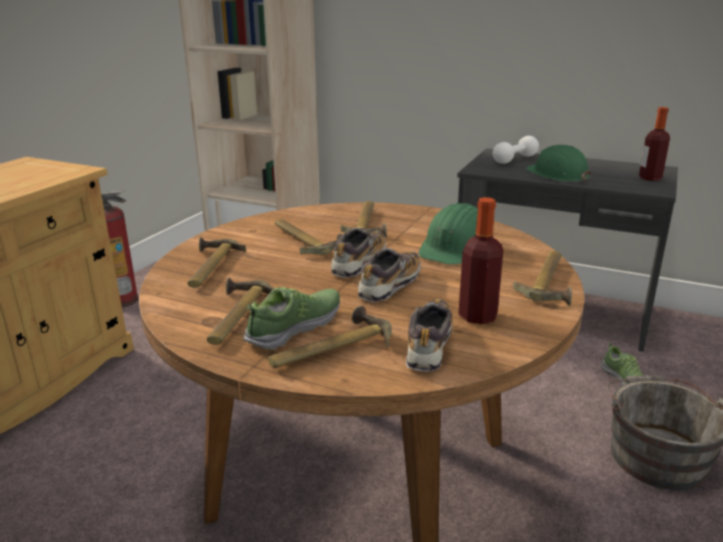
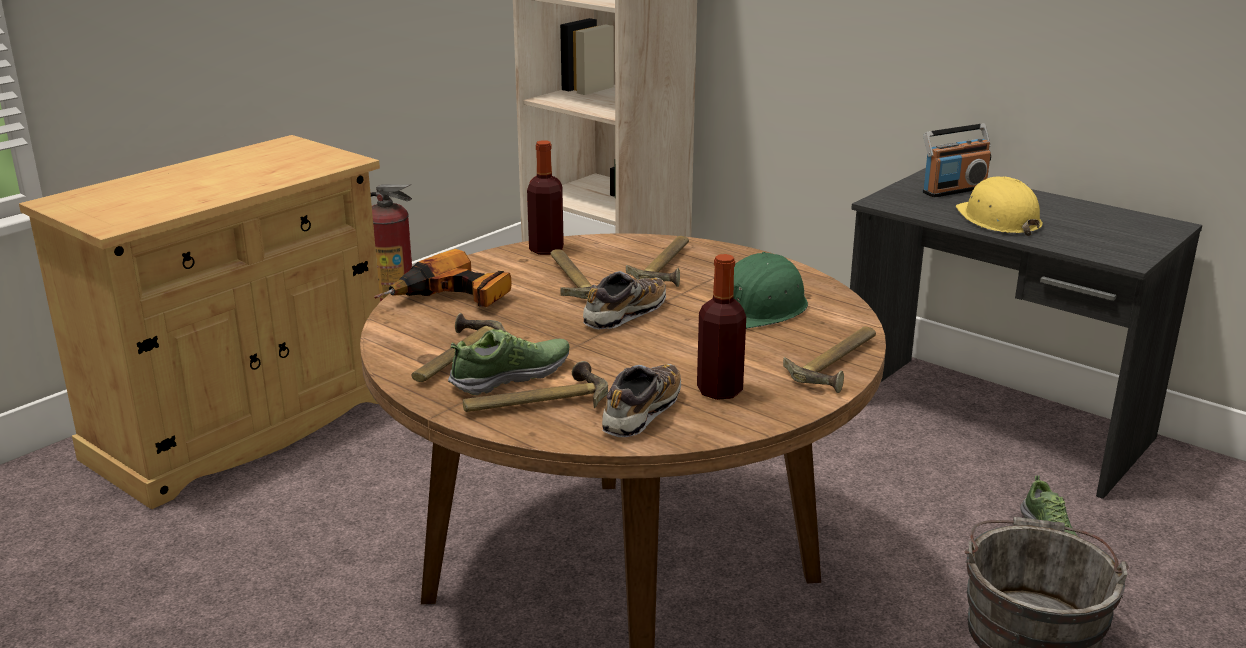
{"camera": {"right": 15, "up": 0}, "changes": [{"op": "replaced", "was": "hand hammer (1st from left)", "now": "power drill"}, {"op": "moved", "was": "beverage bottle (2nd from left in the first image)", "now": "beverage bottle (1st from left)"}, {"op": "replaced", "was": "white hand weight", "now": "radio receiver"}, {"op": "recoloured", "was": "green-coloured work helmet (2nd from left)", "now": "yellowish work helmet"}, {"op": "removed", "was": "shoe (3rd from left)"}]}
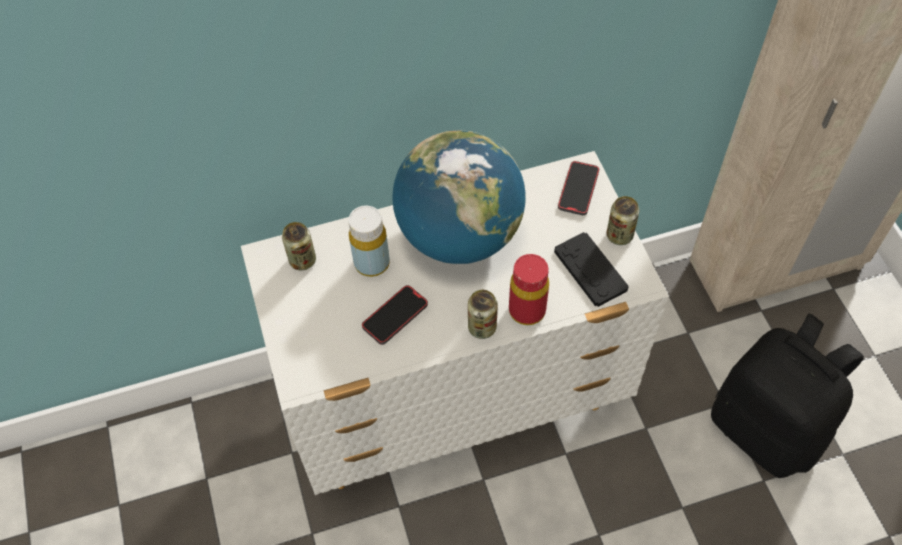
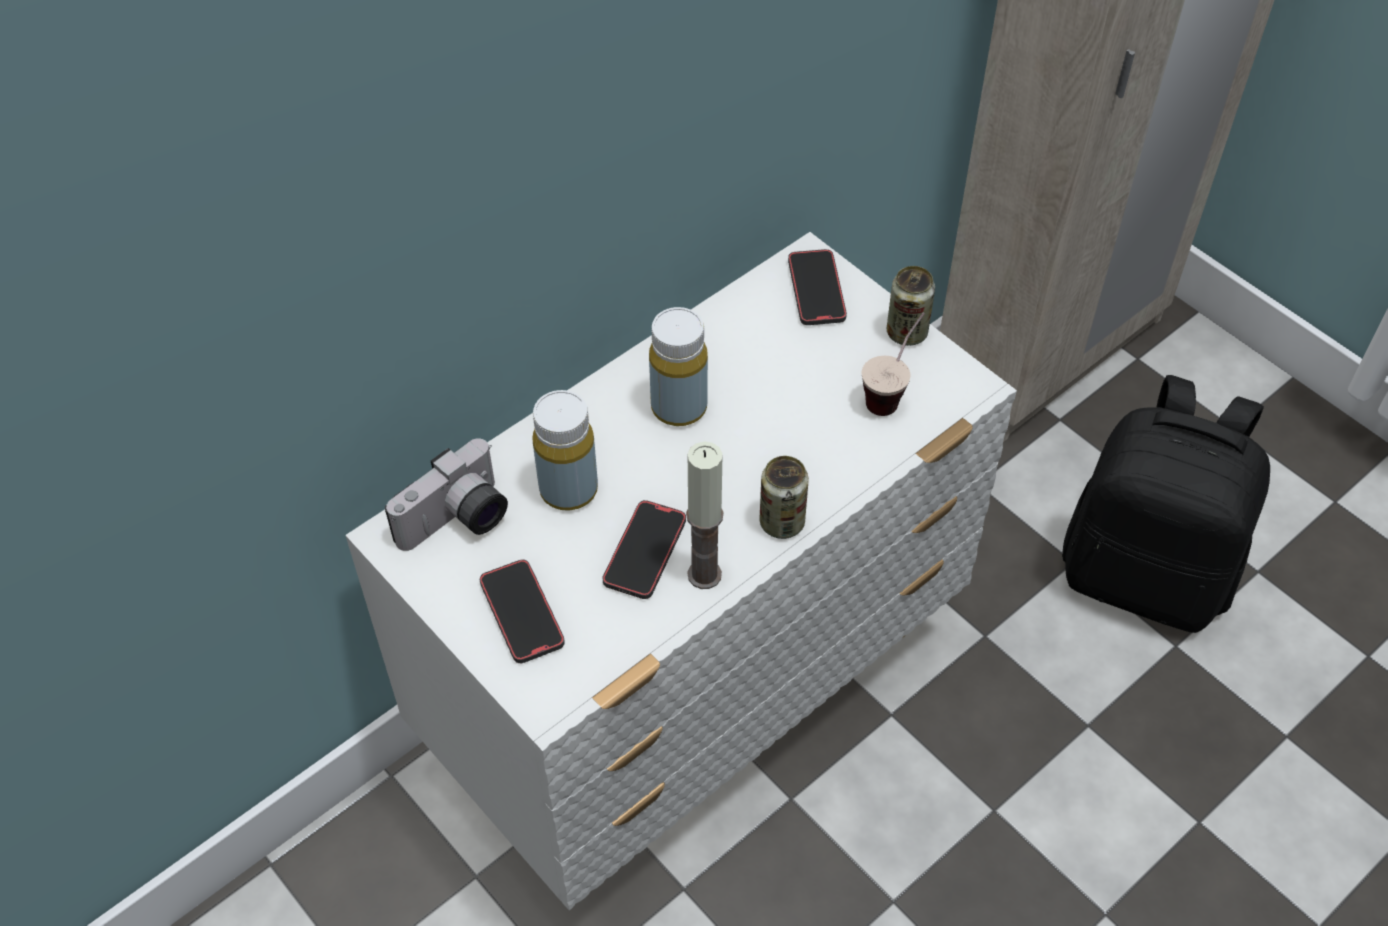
{"camera": {"right": -25, "up": -5}, "changes": [{"op": "replaced", "was": "sealed can (1st from left)", "now": "photo camera"}, {"op": "added", "now": "handset (1st from left)"}, {"op": "replaced", "was": "globe", "now": "yellowish beverage bottle (2nd from left)"}, {"op": "added", "now": "wax candle"}, {"op": "replaced", "was": "black-coloured joypad", "now": "small cup"}, {"op": "removed", "was": "red beverage bottle"}]}
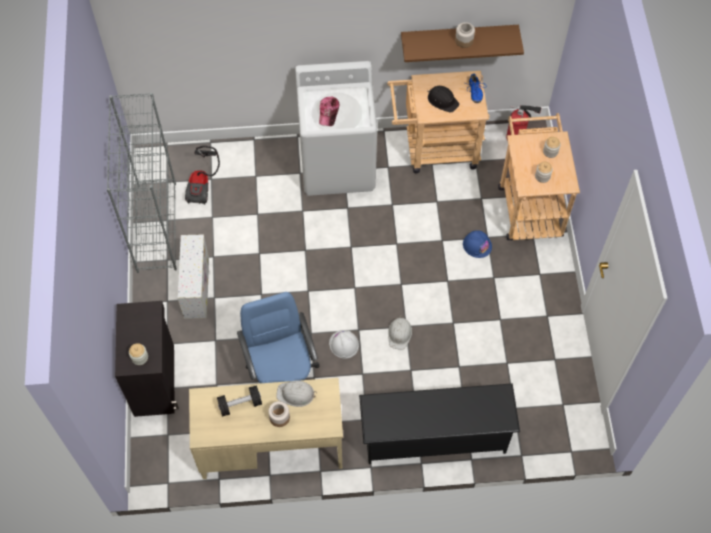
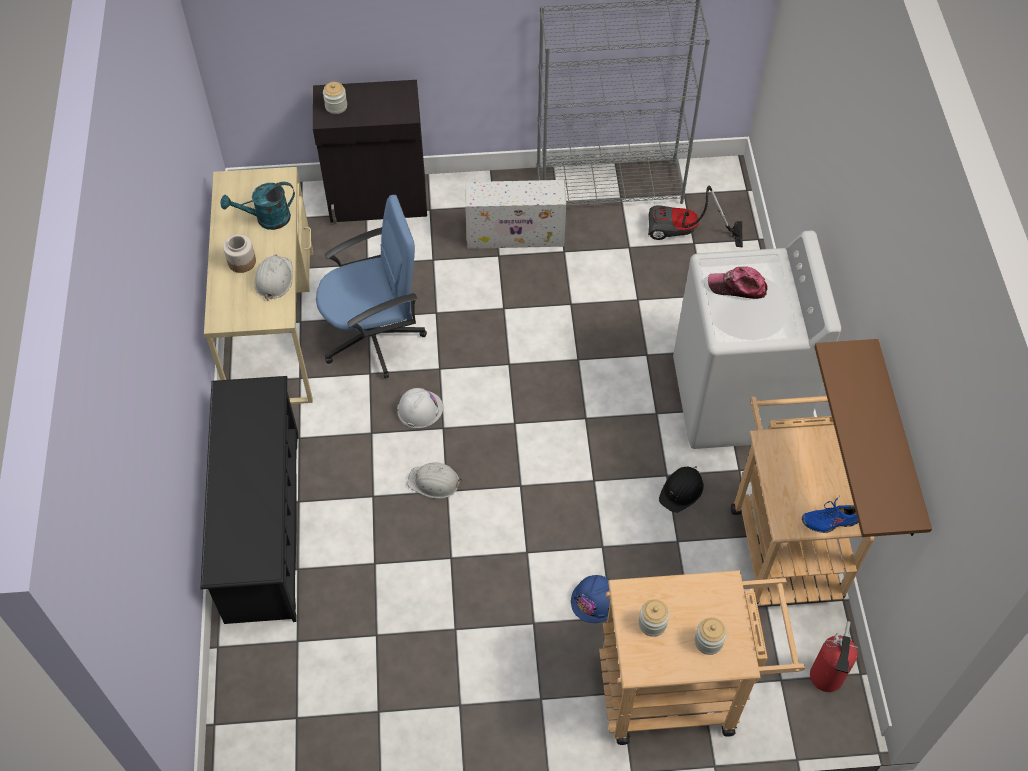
{"camera": {"right": 90, "up": -5}, "changes": [{"op": "replaced", "was": "black-coloured hand weight", "now": "turquoise-coloured sprinkling can"}, {"op": "moved", "was": "black-coloured work helmet"}, {"op": "removed", "was": "preserve jar (3rd from left)"}]}
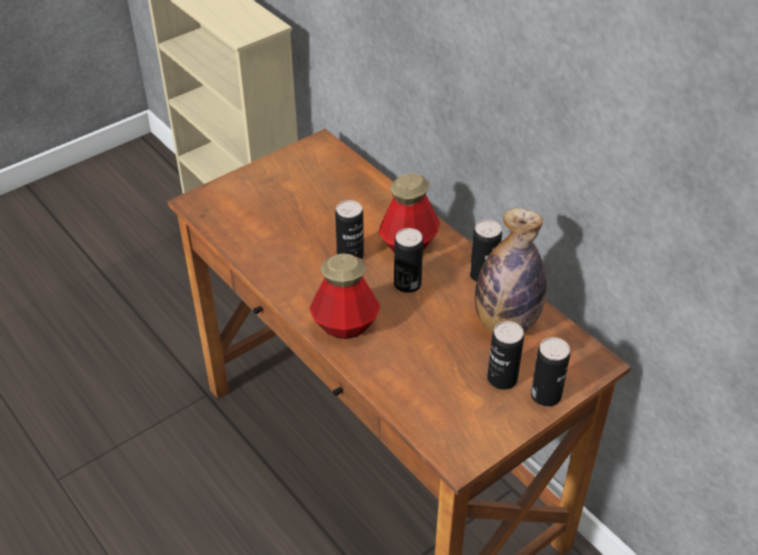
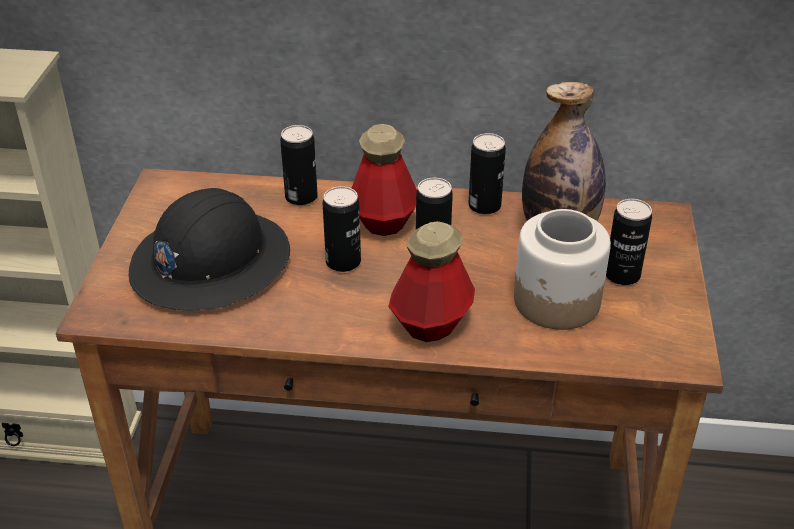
{"camera": {"right": -45, "up": -5}, "changes": [{"op": "added", "now": "black-coloured work helmet"}, {"op": "moved", "was": "sealed can (5th from left in the first image)", "now": "sealed can (1st from left)"}, {"op": "added", "now": "preserve jar"}]}
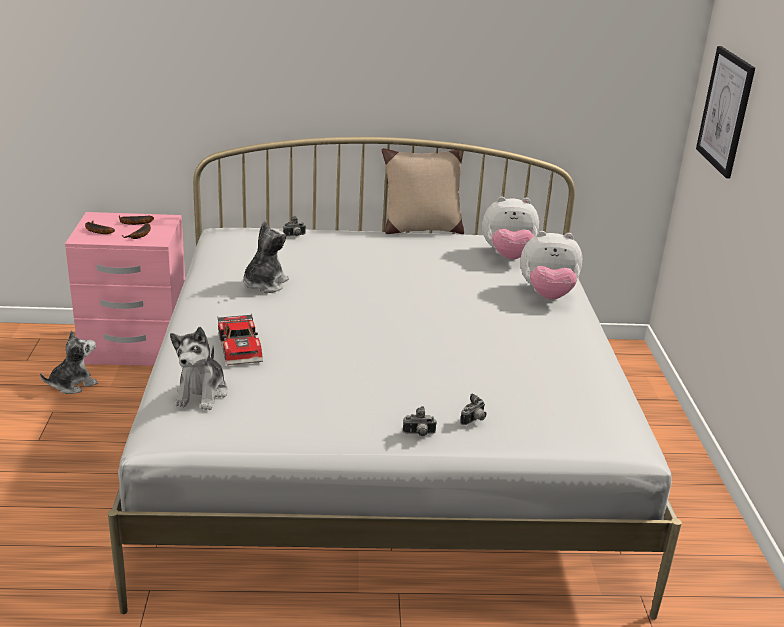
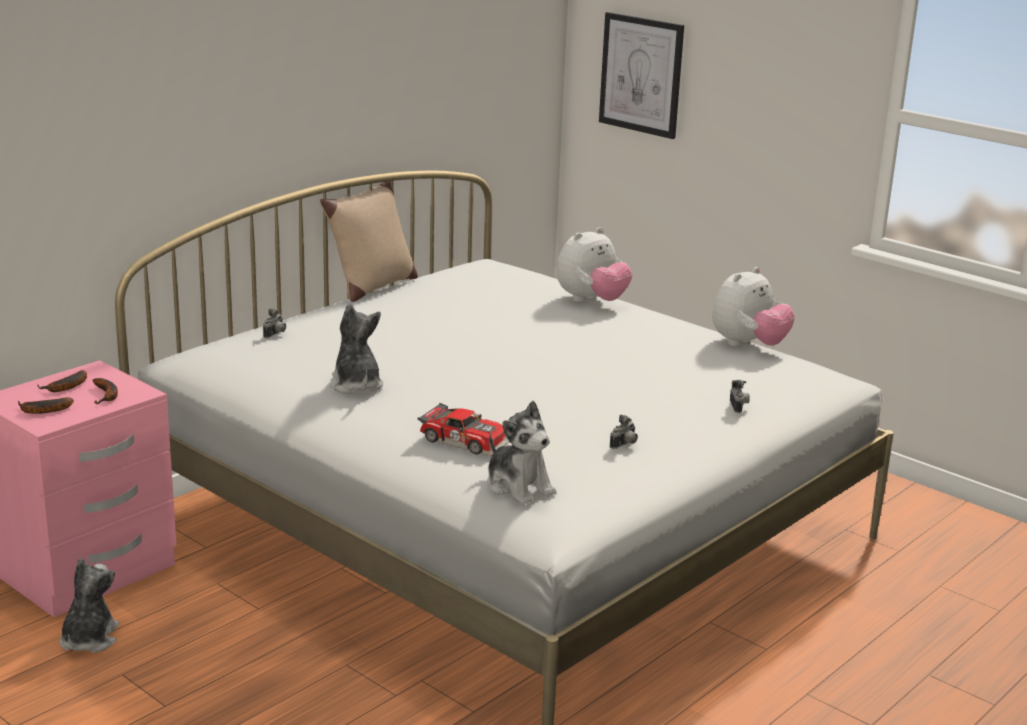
{"camera": {"right": -45, "up": -5}, "changes": [{"op": "moved", "was": "photo camera (2nd from left)"}, {"op": "moved", "was": "plush toy (4th from left in the first image)", "now": "plush toy (5th from left)"}]}
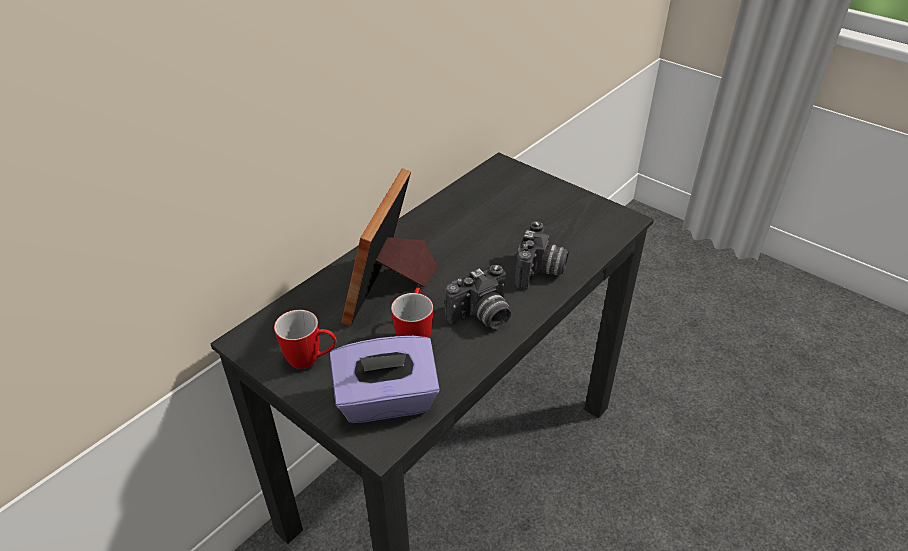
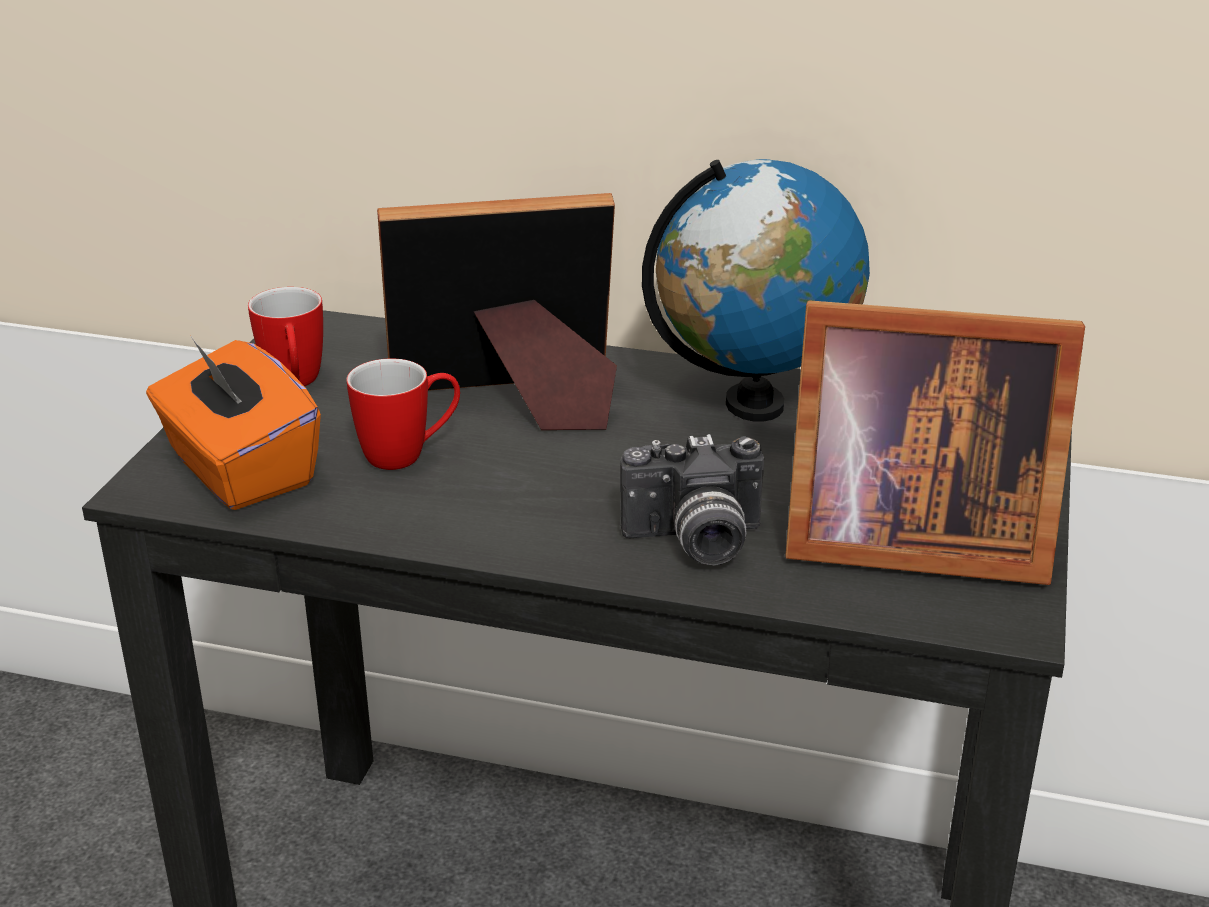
{"camera": {"right": 65, "up": -10}, "changes": [{"op": "recoloured", "was": "purple-coloured tissue holder", "now": "orange-coloured tissue holder"}, {"op": "added", "now": "globe"}, {"op": "added", "now": "photo frame (2nd from left)"}, {"op": "removed", "was": "photo camera (1st from left)"}]}
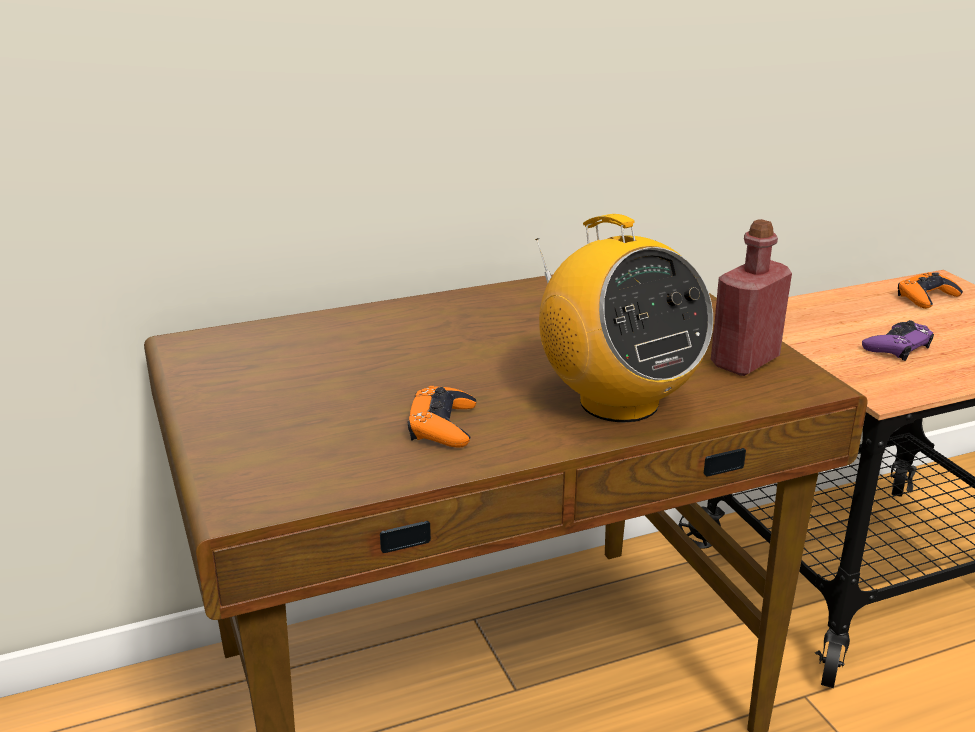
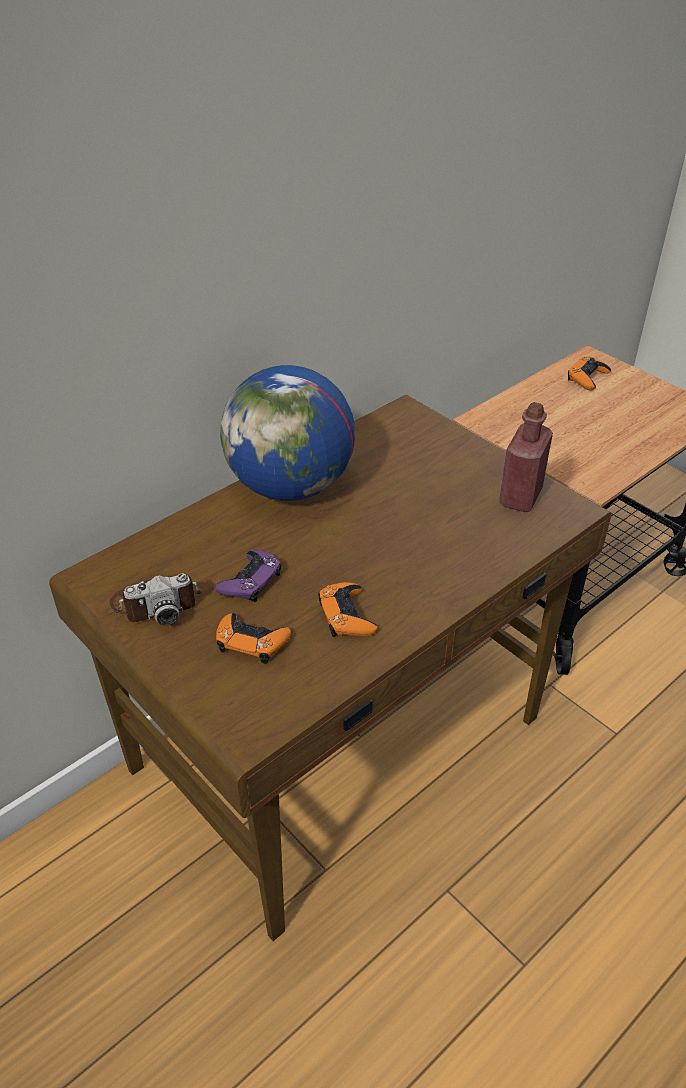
{"camera": {"right": -20, "up": 15}, "changes": [{"op": "added", "now": "photo camera"}, {"op": "moved", "was": "purple-coloured joypad"}, {"op": "added", "now": "orange-coloured joypad (1st from left)"}, {"op": "added", "now": "globe"}, {"op": "removed", "was": "radio receiver"}]}
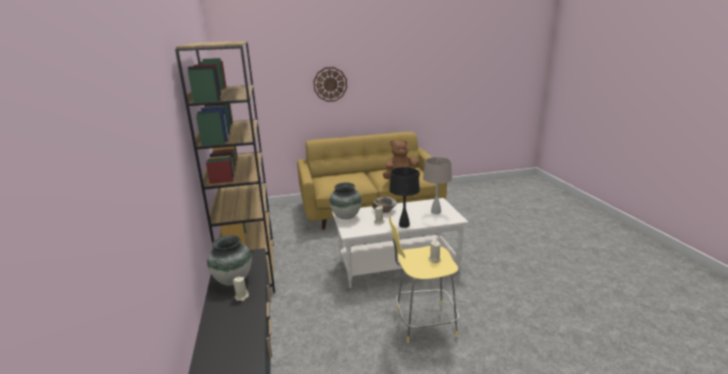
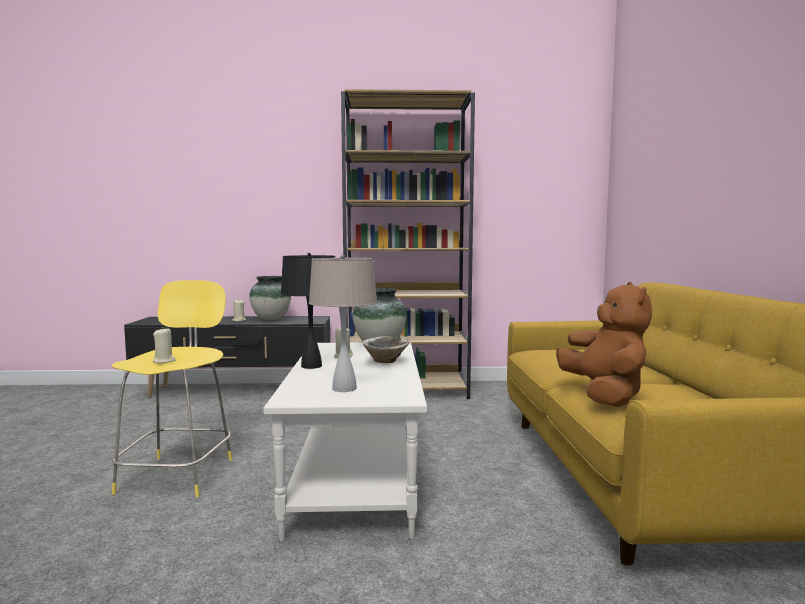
{"camera": {"right": 100, "up": -15}, "changes": [{"op": "removed", "was": "wall clock"}]}
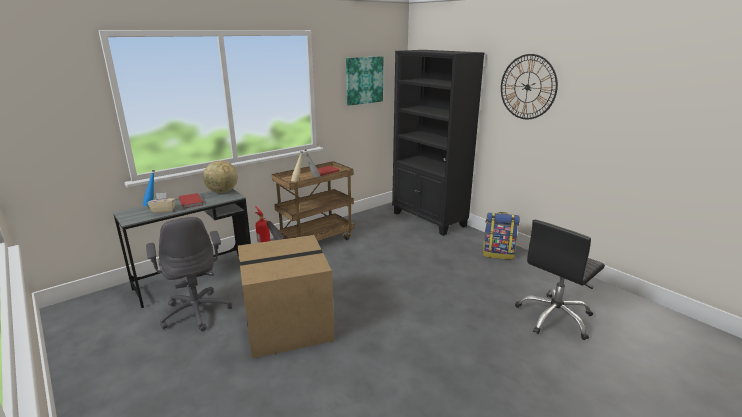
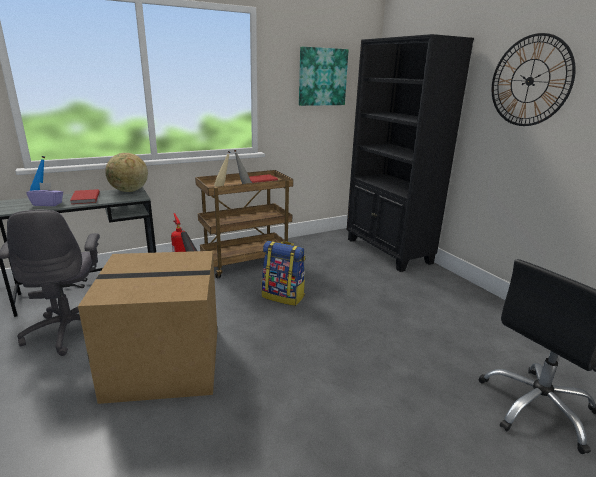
{"camera": {"right": 10, "up": 0}, "changes": [{"op": "recoloured", "was": "sand-coloured tissue holder", "now": "purple-coloured tissue holder"}, {"op": "moved", "was": "rucksack"}]}
